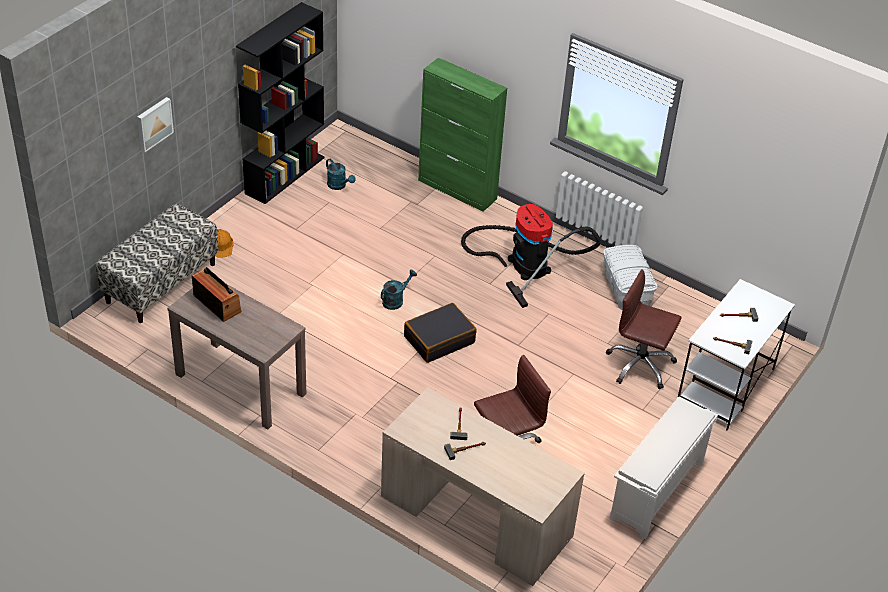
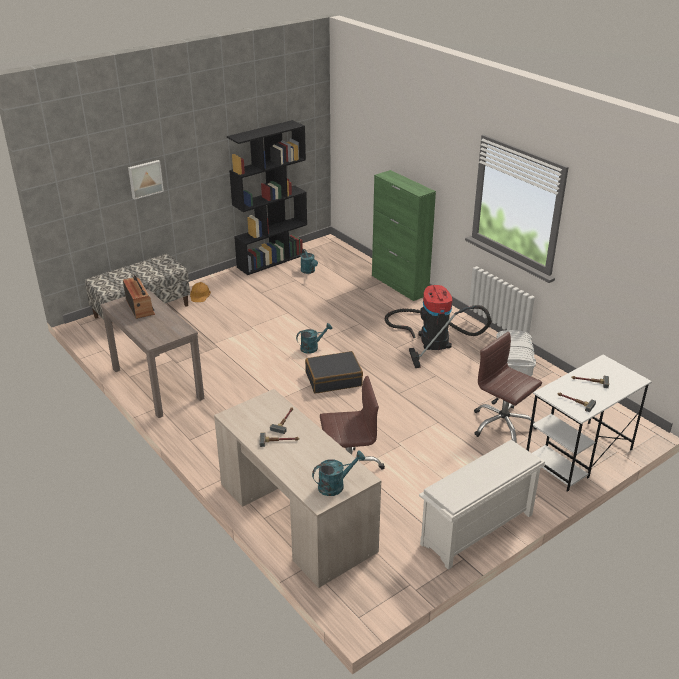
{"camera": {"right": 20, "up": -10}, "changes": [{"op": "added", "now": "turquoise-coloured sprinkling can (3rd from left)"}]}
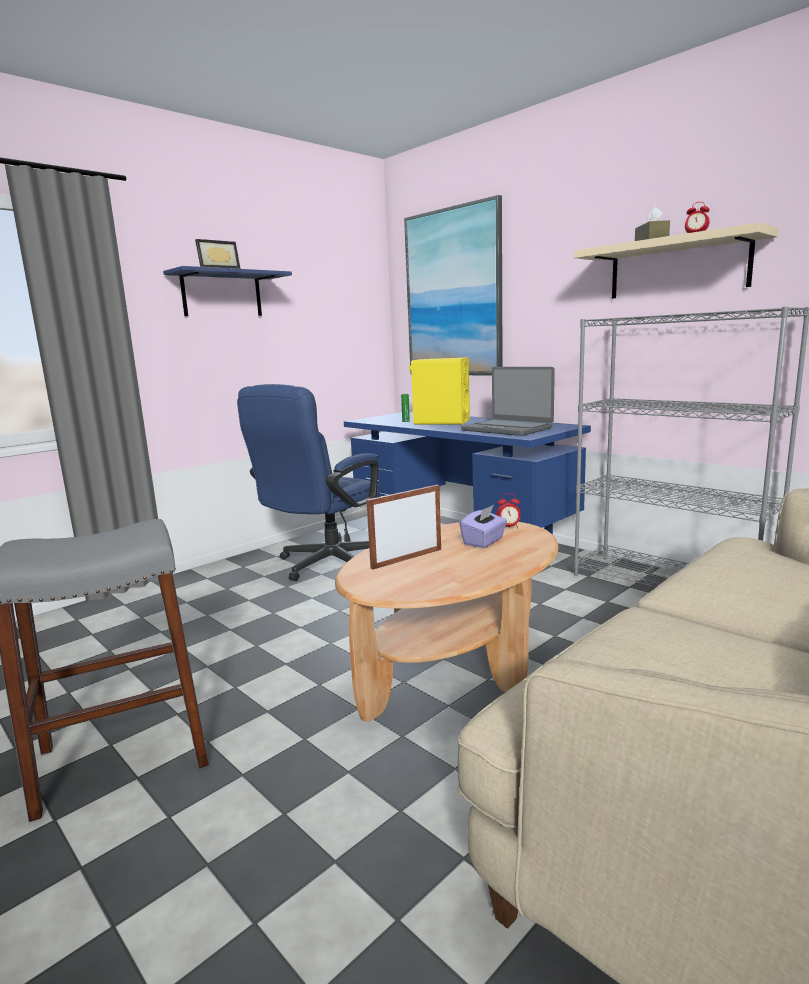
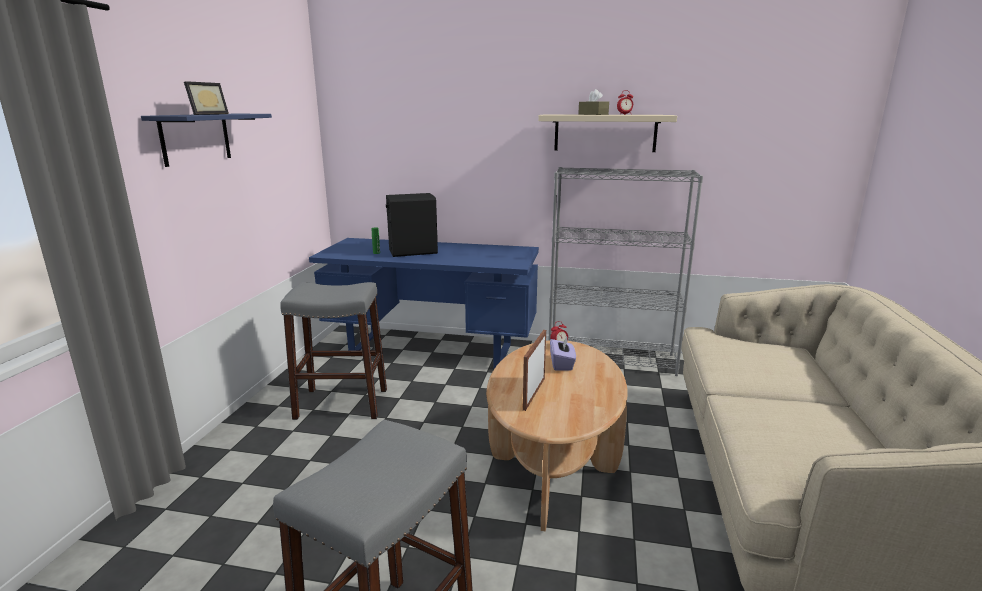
{"camera": {"right": -35, "up": 5}, "changes": [{"op": "replaced", "was": "bluish office chair", "now": "gray stool (1st from left)"}, {"op": "recoloured", "was": "yellowish speaker", "now": "black-coloured speaker"}, {"op": "removed", "was": "picture"}, {"op": "removed", "was": "laptop"}]}
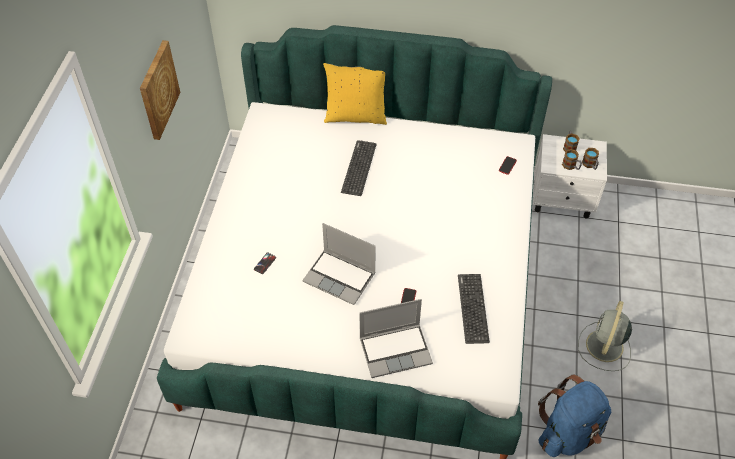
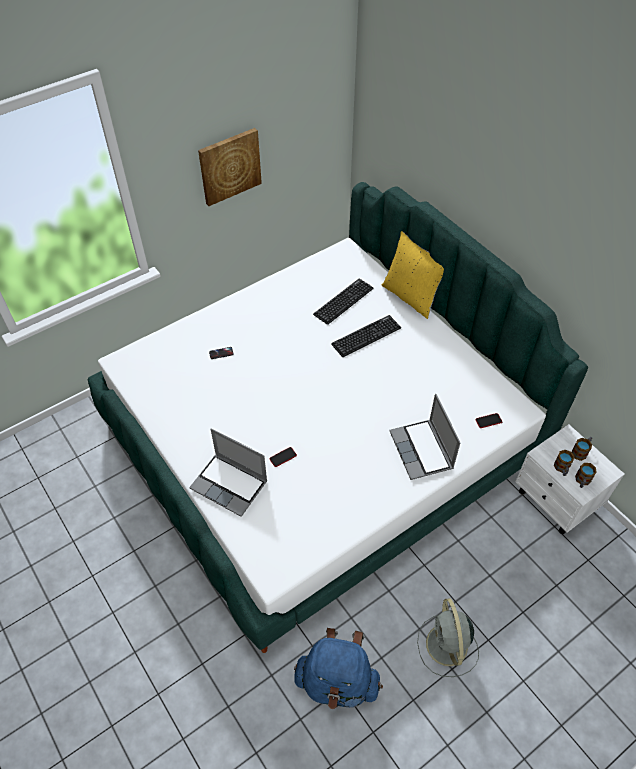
{"camera": {"right": 45, "up": 0}, "changes": [{"op": "moved", "was": "PC keyboard (2nd from left in the first image)", "now": "PC keyboard (1st from left)"}, {"op": "moved", "was": "laptop (1st from left in the first image)", "now": "laptop (2nd from left)"}, {"op": "turned", "was": "gray electric fan", "clockwise": -75}]}
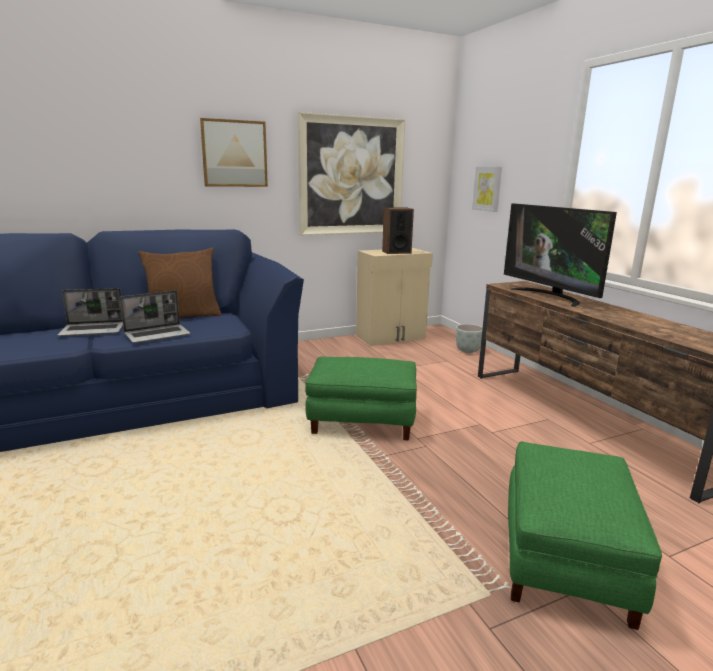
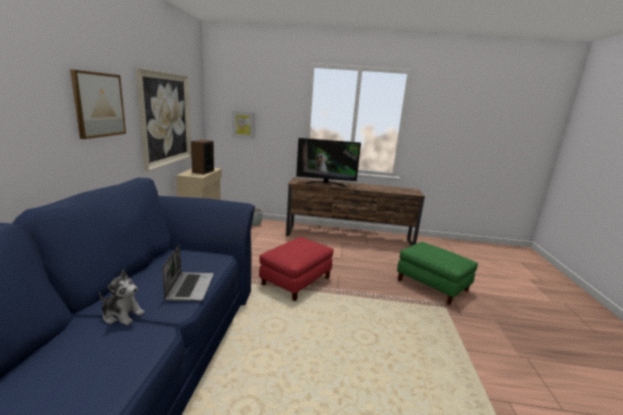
{"camera": {"right": -60, "up": 0}, "changes": [{"op": "replaced", "was": "laptop (1st from left)", "now": "plush toy"}, {"op": "recoloured", "was": "green-coloured pouffe (1st from left)", "now": "red pouffe"}, {"op": "removed", "was": "brown throw pillow"}]}
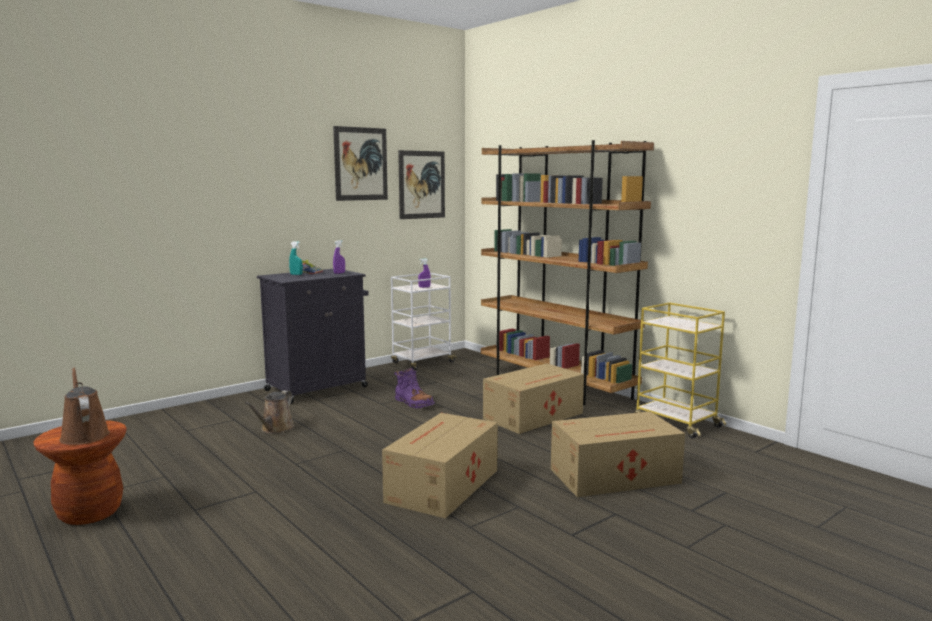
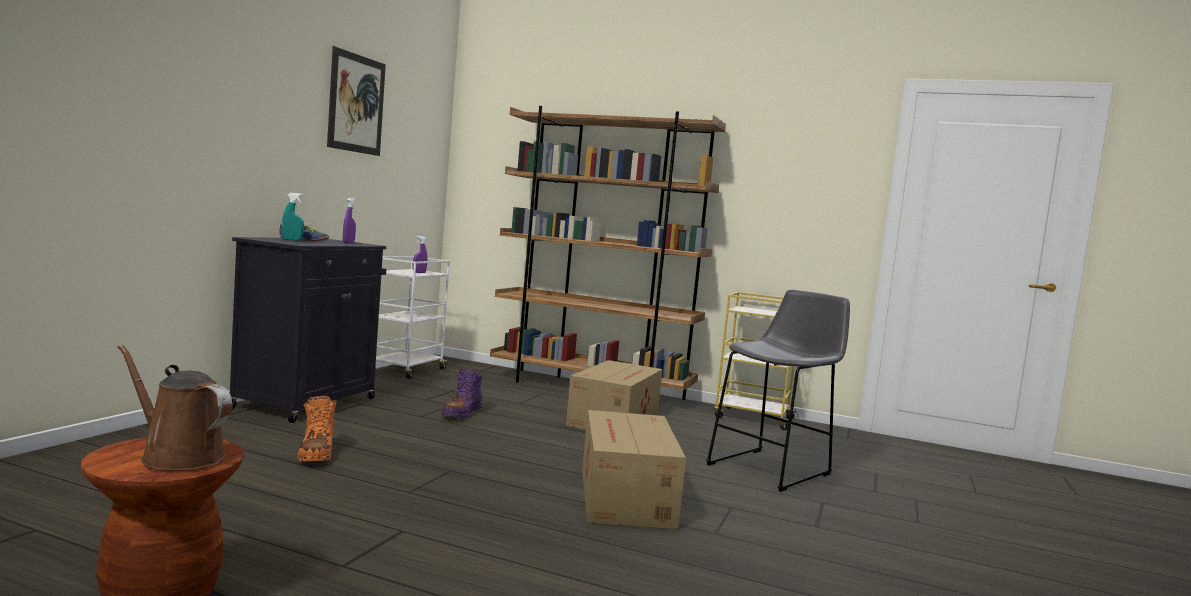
{"camera": {"right": -30, "up": -5}, "changes": [{"op": "replaced", "was": "brown sprinkling can (2nd from left)", "now": "orange-coloured boot"}, {"op": "turned", "was": "purple-coloured boot", "clockwise": 90}, {"op": "replaced", "was": "packing box (3rd from left)", "now": "gray stool"}, {"op": "removed", "was": "picture (2nd from left)"}]}
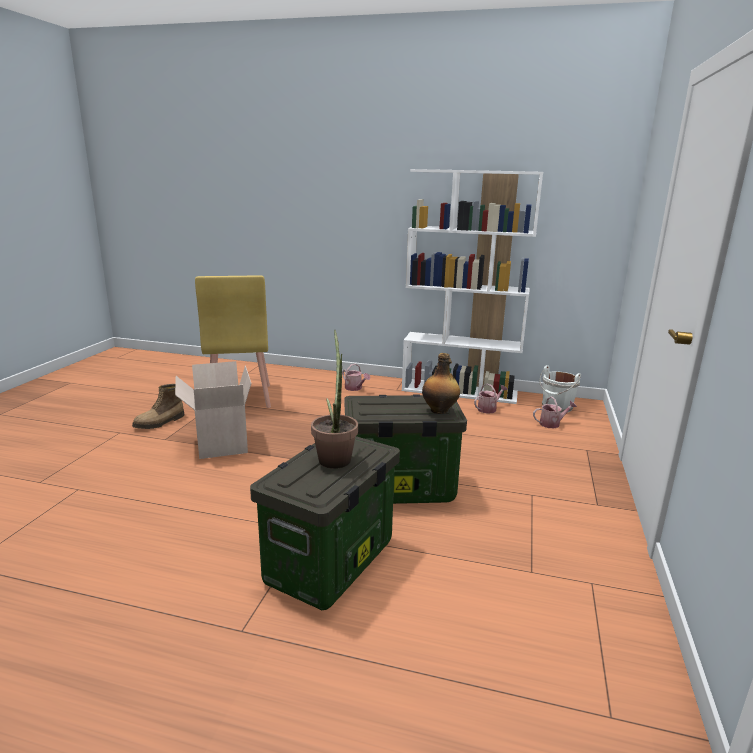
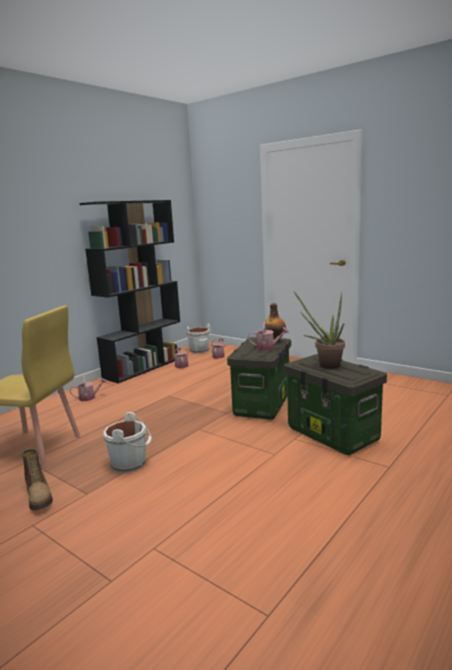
{"camera": {"right": -65, "up": -5}, "changes": [{"op": "recoloured", "was": "white shelving unit", "now": "black-coloured shelving unit"}, {"op": "replaced", "was": "packing box", "now": "white pail (1st from left)"}, {"op": "added", "now": "sprinkling can (4th from left)"}]}
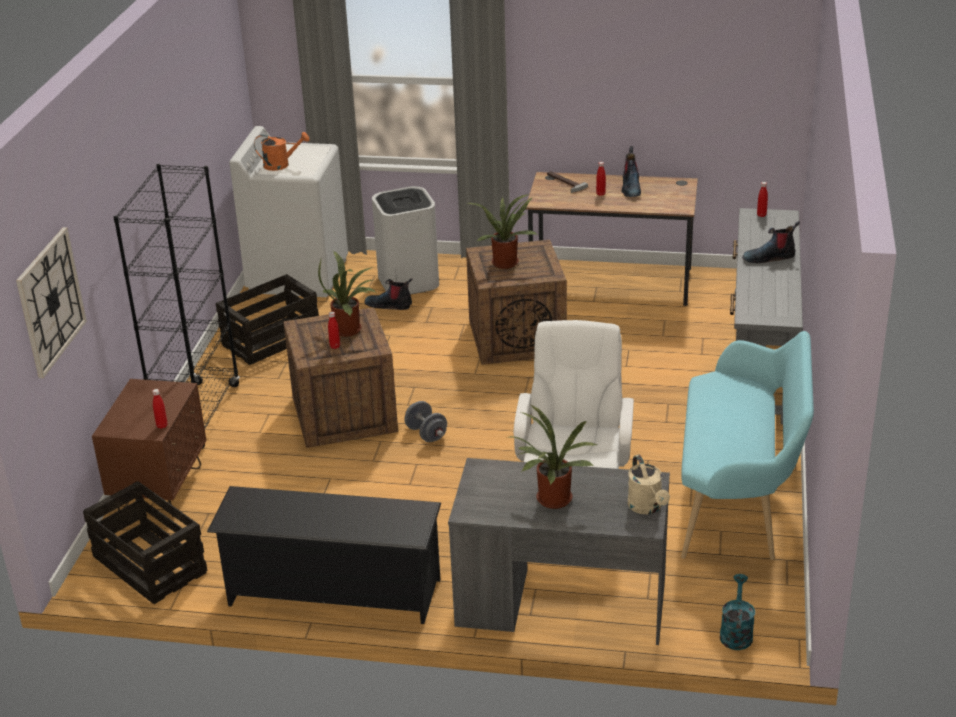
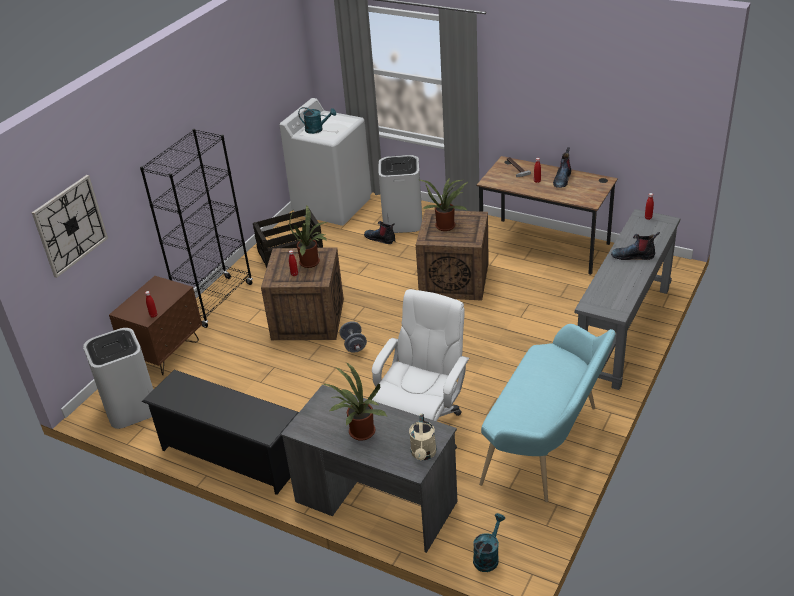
{"camera": {"right": 20, "up": 5}, "changes": [{"op": "replaced", "was": "crate (1st from left)", "now": "white trash can (1st from left)"}, {"op": "recoloured", "was": "orange-coloured sprinkling can", "now": "turquoise-coloured sprinkling can (1st from left)"}]}
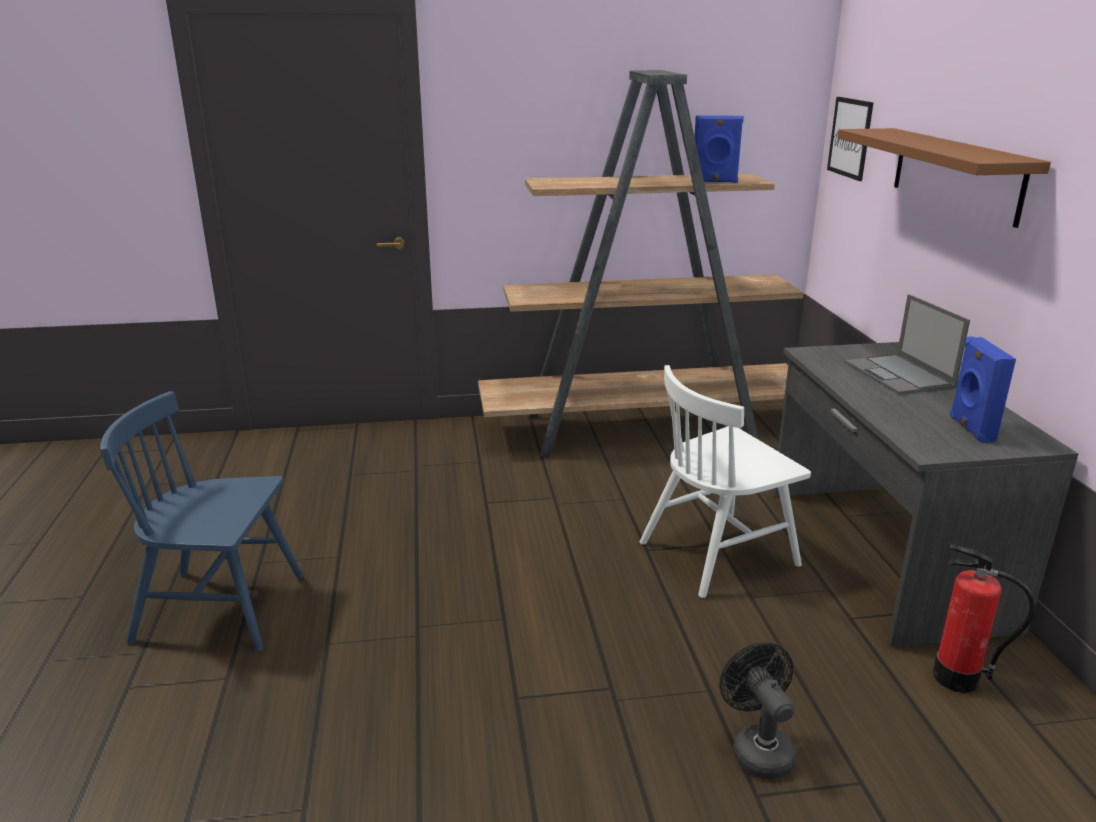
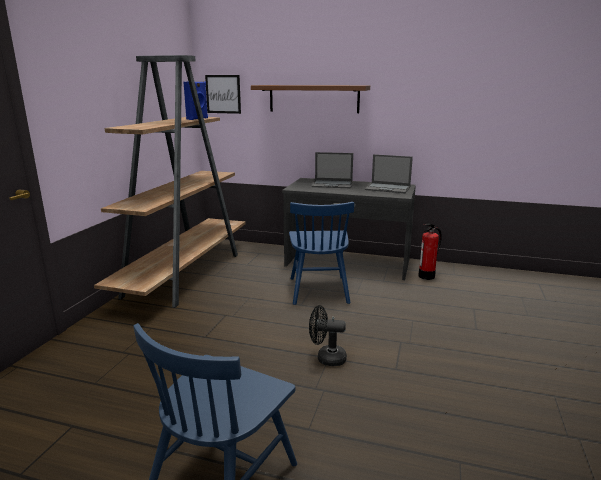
{"camera": {"right": -65, "up": -5}, "changes": [{"op": "recoloured", "was": "white upright chair", "now": "bluish upright chair (2nd from left)"}, {"op": "moved", "was": "black-coloured electric fan"}, {"op": "replaced", "was": "bluish speaker (2nd from left)", "now": "laptop (2nd from left)"}]}
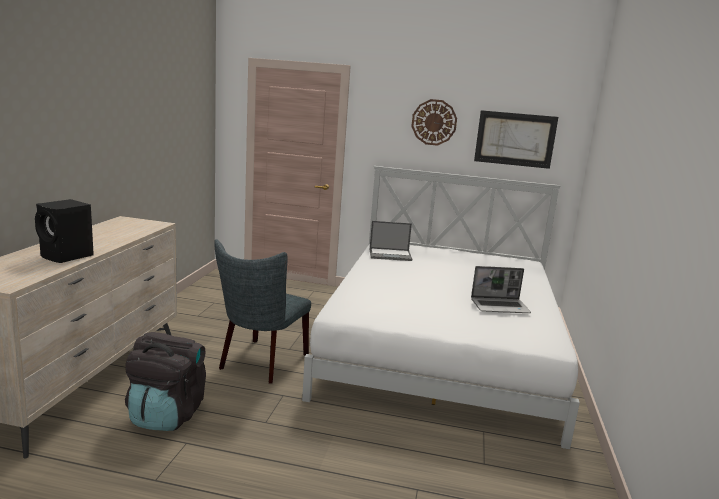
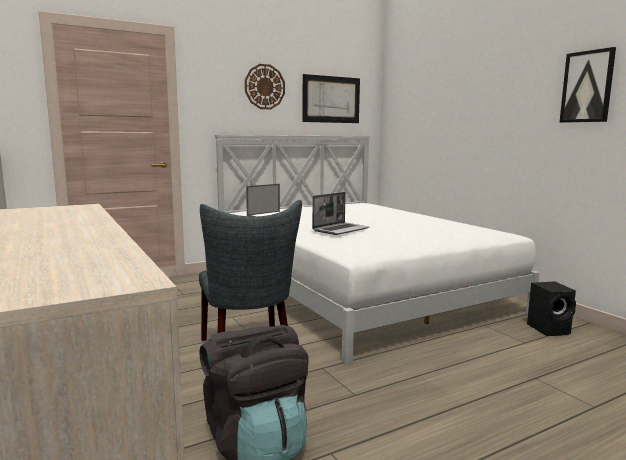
{"camera": {"right": -40, "up": -5}, "changes": [{"op": "moved", "was": "laptop (2nd from left)"}, {"op": "moved", "was": "black-coloured speaker"}, {"op": "added", "now": "picture (2nd from left)"}]}
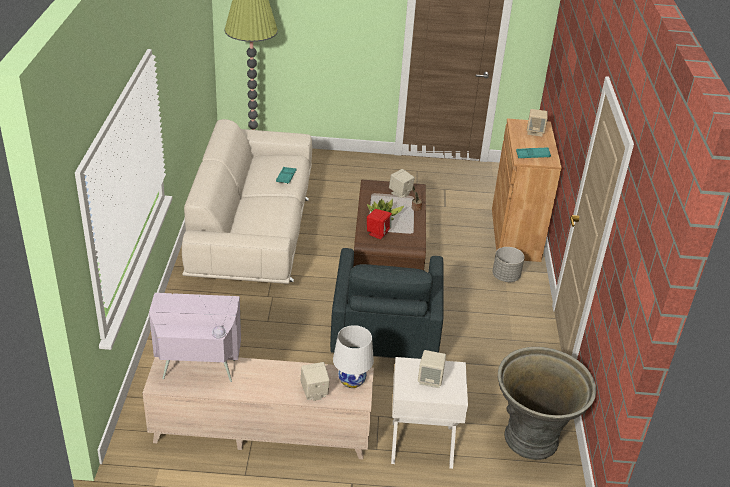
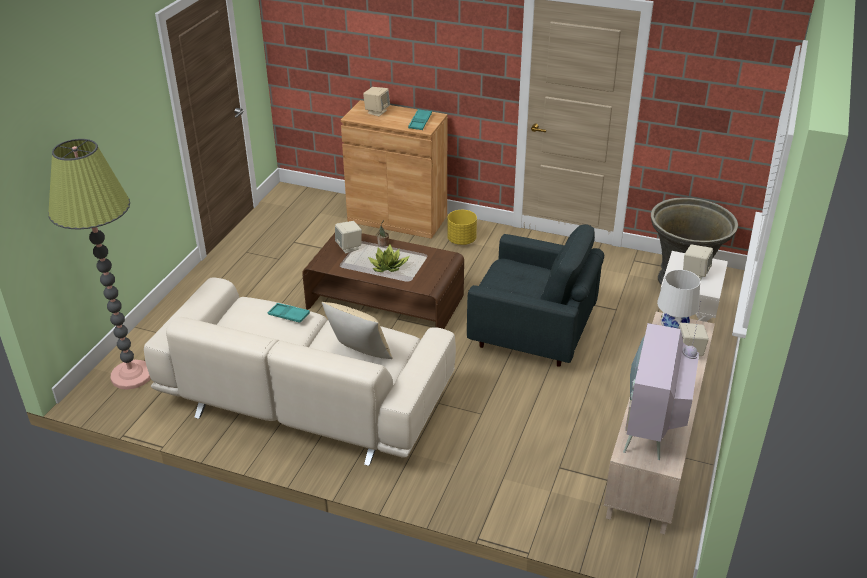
{"camera": {"right": -70, "up": 0}, "changes": [{"op": "added", "now": "sand-coloured throw pillow"}, {"op": "recoloured", "was": "gray planter (1st from left)", "now": "yellowish planter"}, {"op": "removed", "was": "red speaker"}]}
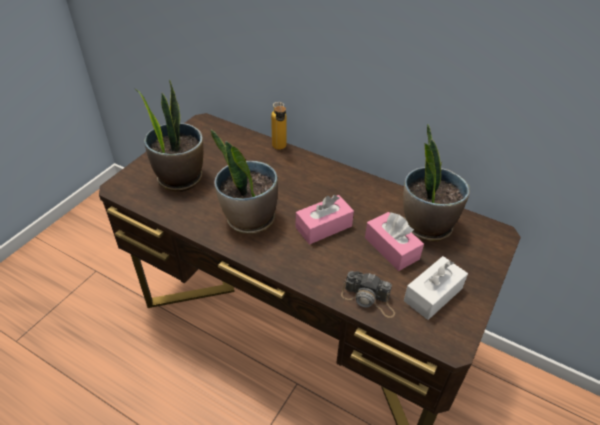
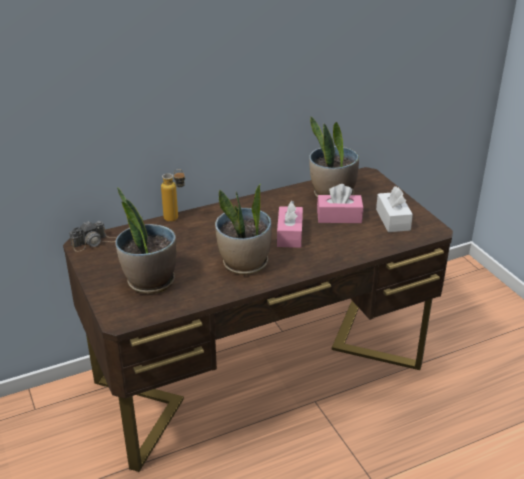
{"camera": {"right": -55, "up": -10}, "changes": [{"op": "moved", "was": "photo camera"}]}
